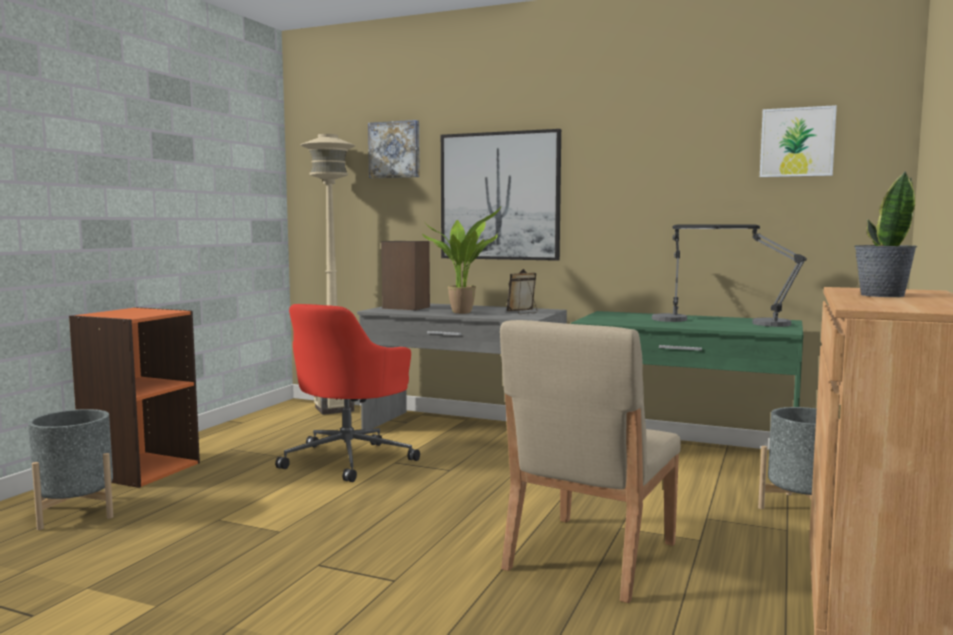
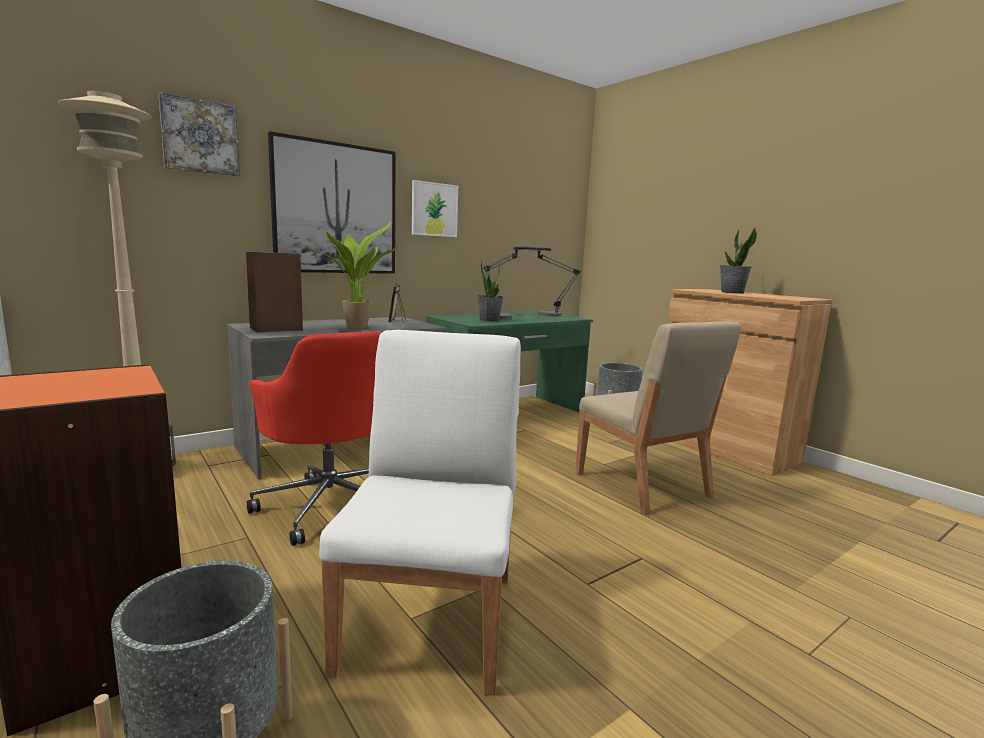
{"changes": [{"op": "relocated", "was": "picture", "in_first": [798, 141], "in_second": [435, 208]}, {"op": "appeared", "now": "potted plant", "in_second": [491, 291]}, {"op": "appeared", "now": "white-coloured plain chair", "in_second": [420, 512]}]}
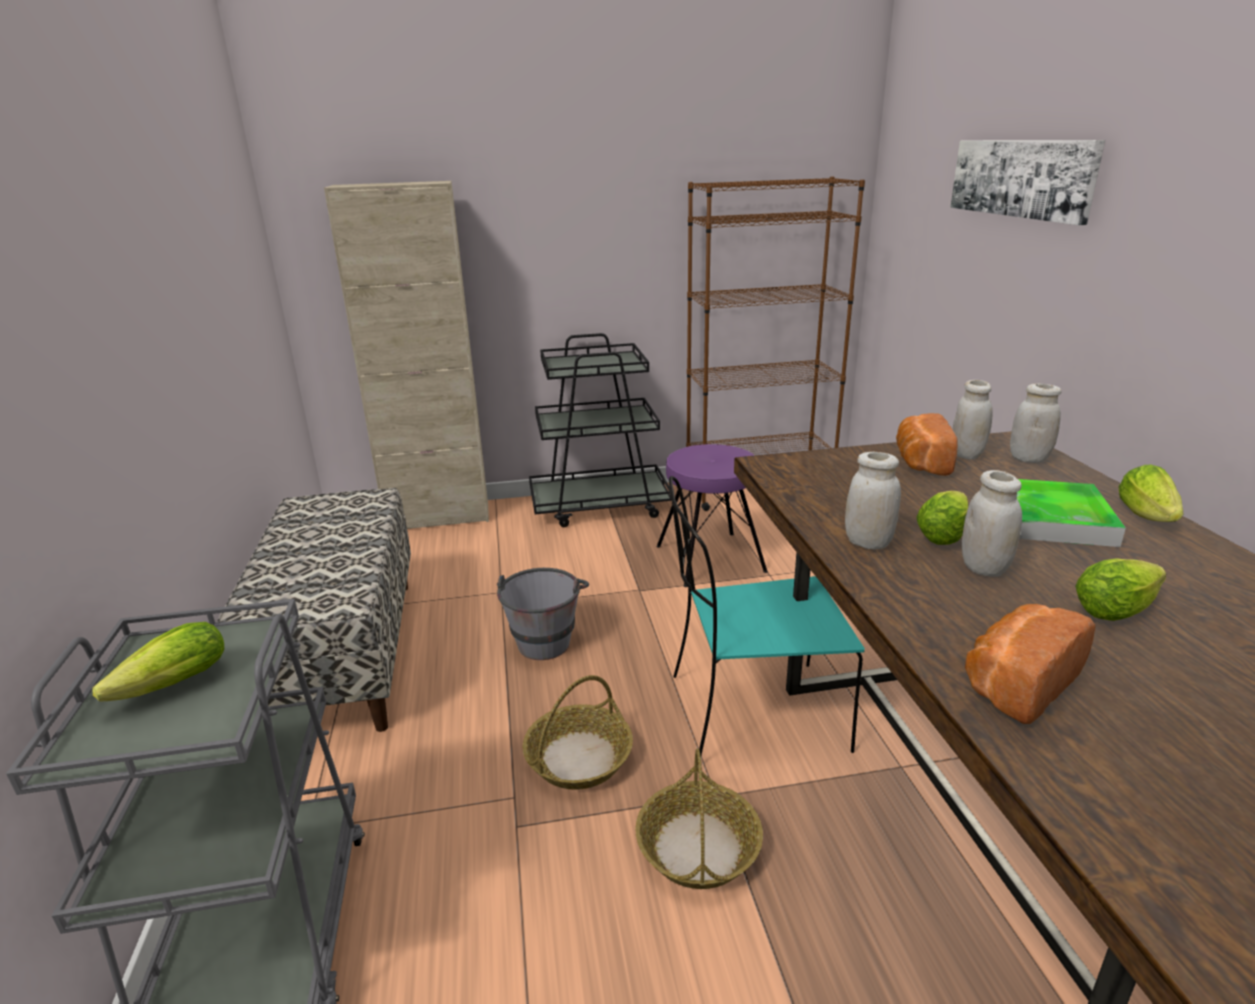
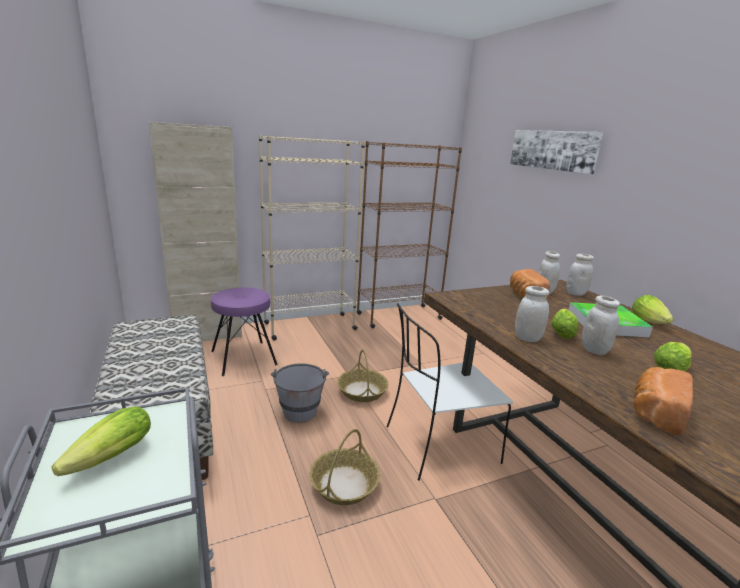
{"changes": [{"op": "exchanged", "was": "black-coloured trolley", "now": "beige bookshelf", "in_first": [600, 430], "in_second": [312, 237]}, {"op": "relocated", "was": "purplish stool", "in_first": [712, 515], "in_second": [244, 331]}, {"op": "colour", "was": "blue-green plain chair", "now": "white-coloured plain chair", "in_first": [767, 616], "in_second": [450, 392]}, {"op": "relocated", "was": "storage basket", "in_first": [699, 819], "in_second": [363, 376]}]}
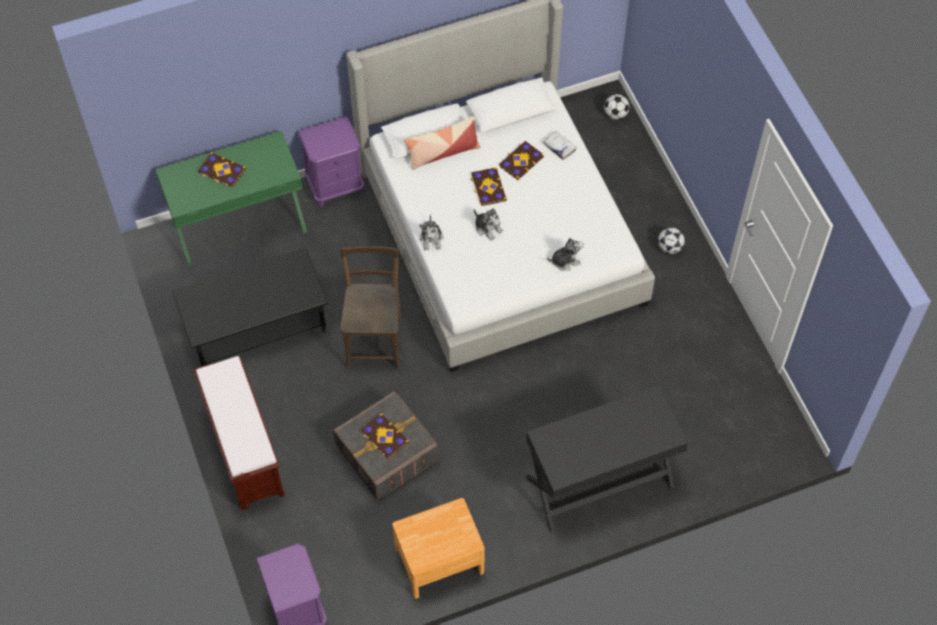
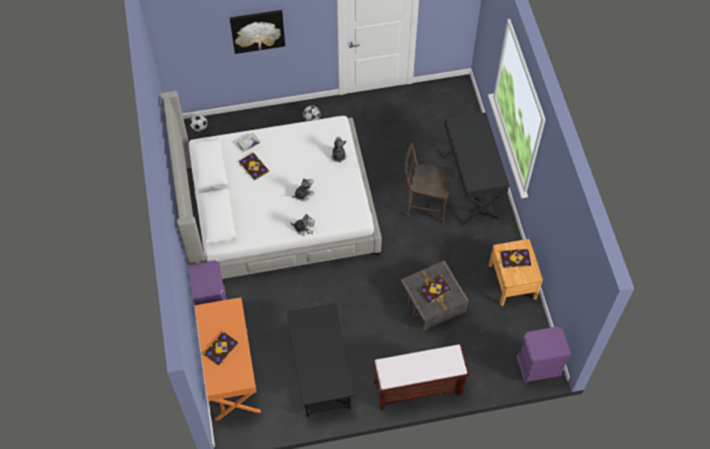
{"changes": [{"op": "missing", "was": "pillow", "in_first": [442, 143]}, {"op": "colour", "was": "green-coloured desk", "now": "orange-coloured desk", "in_first": [231, 200], "in_second": [228, 359]}, {"op": "relocated", "was": "book", "in_first": [489, 186], "in_second": [516, 258]}, {"op": "relocated", "was": "brownish plain chair", "in_first": [370, 307], "in_second": [428, 183]}, {"op": "appeared", "now": "picture", "in_second": [257, 32]}]}
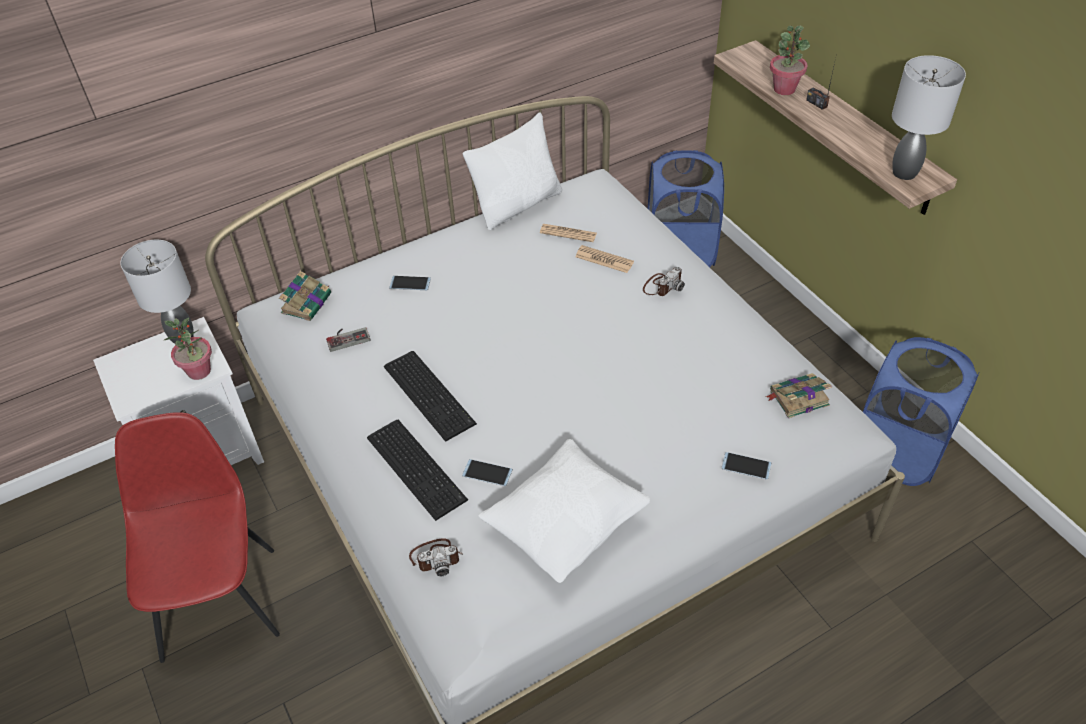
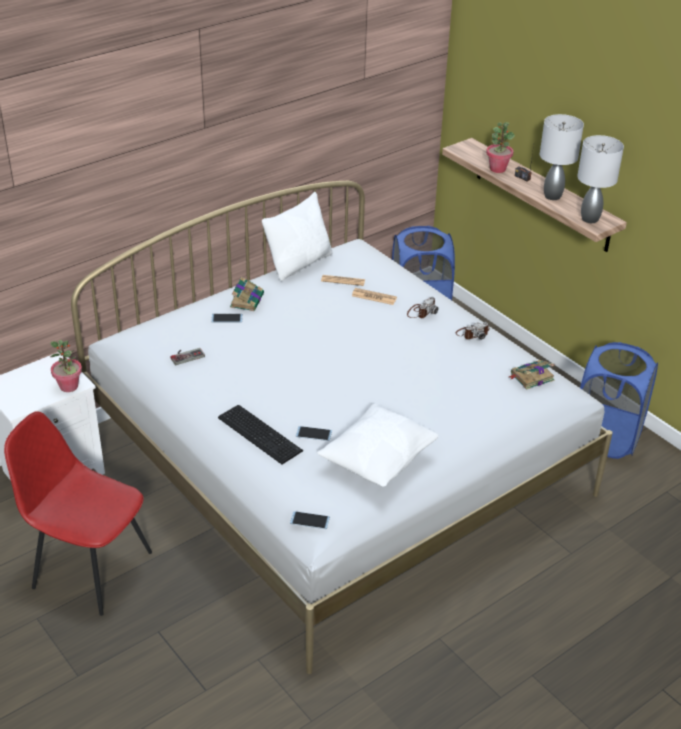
{"changes": [{"op": "relocated", "was": "grey lamp for a table", "in_first": [157, 292], "in_second": [562, 157]}, {"op": "relocated", "was": "book", "in_first": [305, 296], "in_second": [247, 294]}, {"op": "missing", "was": "PC keyboard", "in_first": [430, 396]}, {"op": "spun", "was": "red-coloured plain chair", "in_first": [197, 537], "in_second": [78, 513], "clockwise": -45}, {"op": "relocated", "was": "phone", "in_first": [747, 466], "in_second": [310, 520]}, {"op": "relocated", "was": "photo camera", "in_first": [435, 557], "in_second": [473, 331]}]}
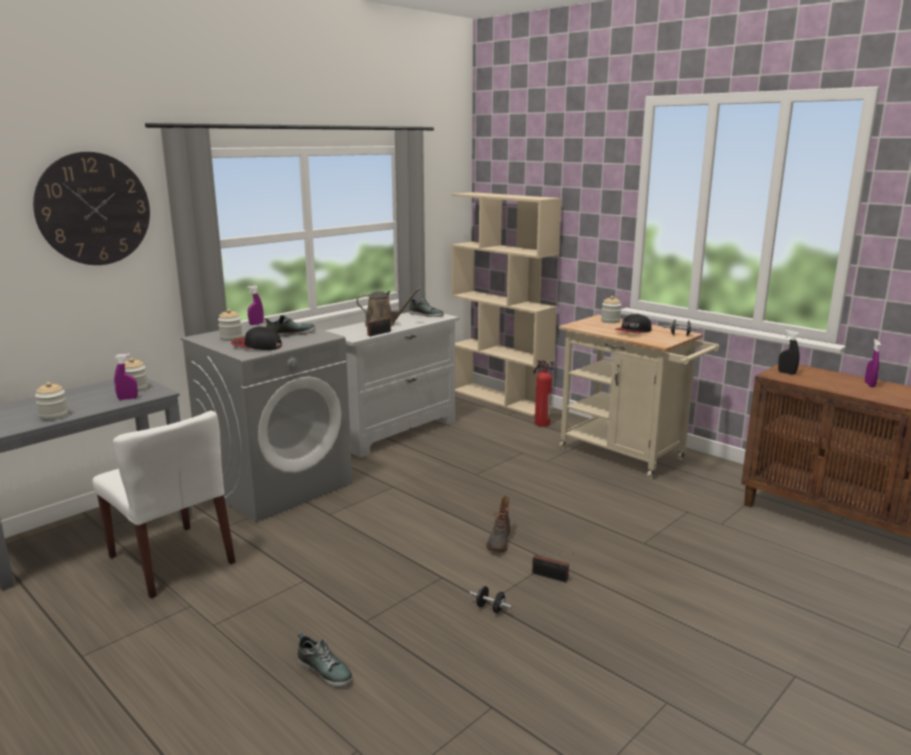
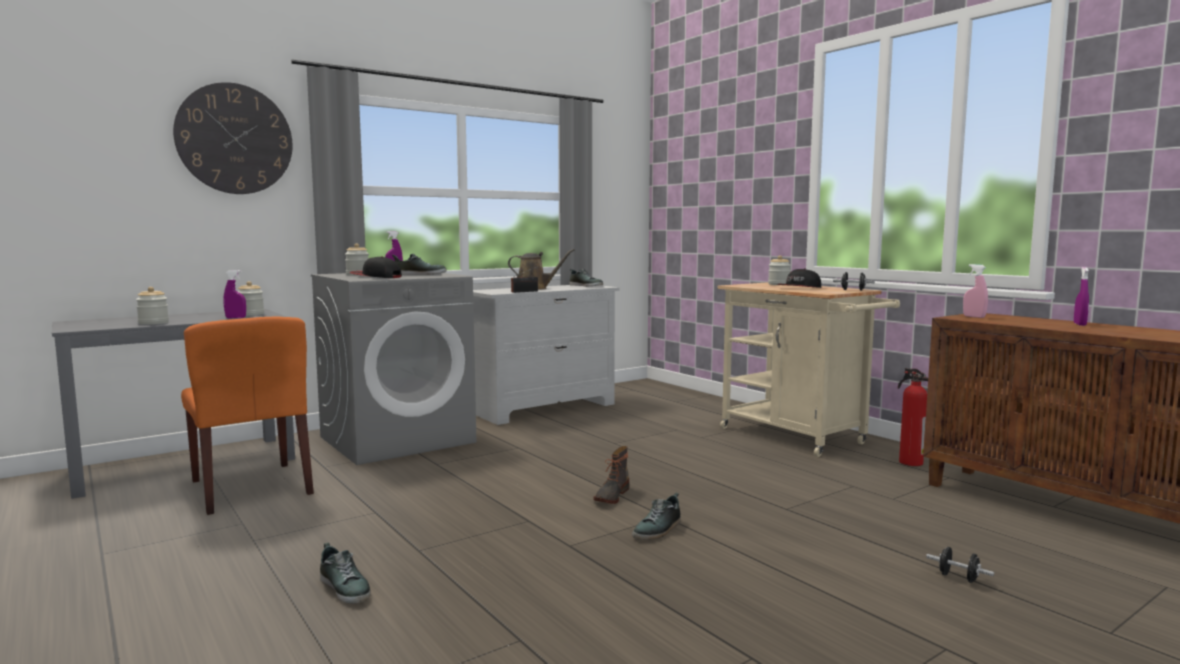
{"changes": [{"op": "missing", "was": "beige bookshelf", "in_first": [506, 304]}, {"op": "colour", "was": "black-coloured spray bottle", "now": "pink spray bottle", "in_first": [789, 352], "in_second": [975, 291]}, {"op": "relocated", "was": "fire-fighting cylinder", "in_first": [543, 393], "in_second": [913, 417]}, {"op": "colour", "was": "white-coloured plain chair", "now": "orange-coloured plain chair", "in_first": [164, 504], "in_second": [247, 416]}, {"op": "exchanged", "was": "radio receiver", "now": "item of footwear", "in_first": [552, 567], "in_second": [656, 516]}, {"op": "relocated", "was": "black-coloured hand weight", "in_first": [490, 599], "in_second": [960, 565]}]}
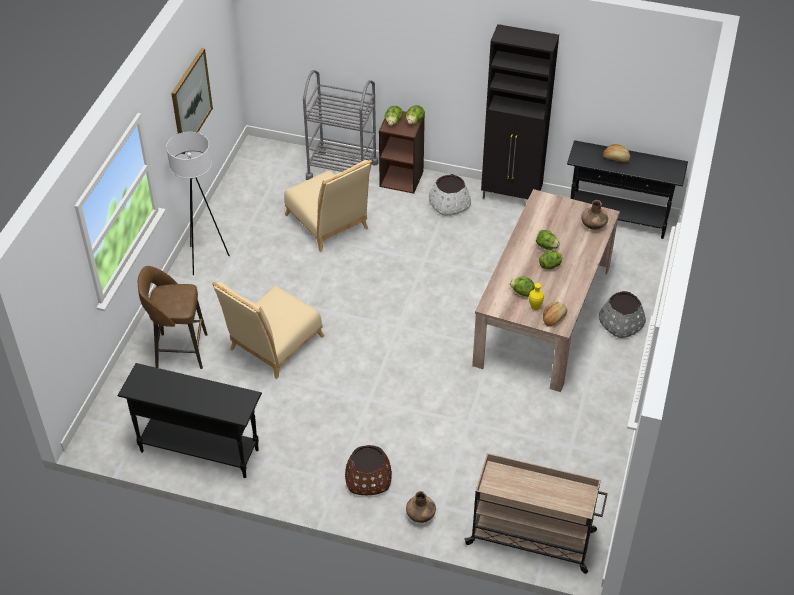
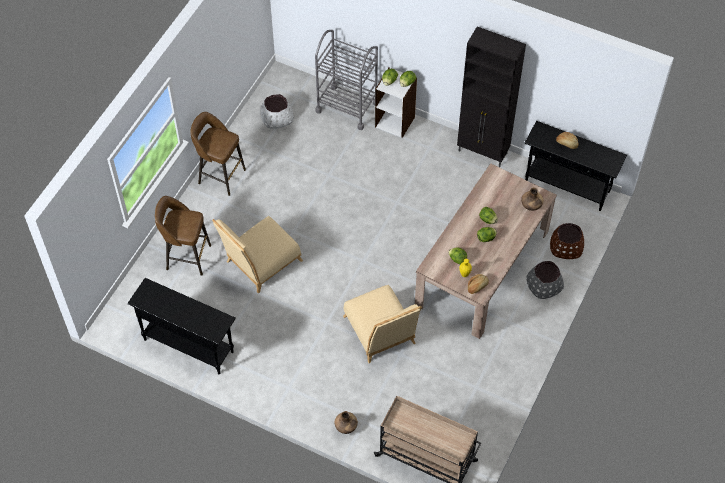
{"changes": [{"op": "missing", "was": "picture", "in_first": [192, 101]}, {"op": "colour", "was": "brownish bookshelf", "now": "white-coloured bookshelf", "in_first": [402, 152], "in_second": [396, 102]}, {"op": "exchanged", "was": "white-coloured standard lamp", "now": "brownish stool", "in_first": [198, 203], "in_second": [218, 154]}, {"op": "relocated", "was": "beige plain chair", "in_first": [328, 206], "in_second": [382, 324]}, {"op": "relocated", "was": "white-coloured flower pot", "in_first": [450, 195], "in_second": [277, 111]}, {"op": "relocated", "was": "brownish flower pot", "in_first": [368, 470], "in_second": [567, 241]}]}
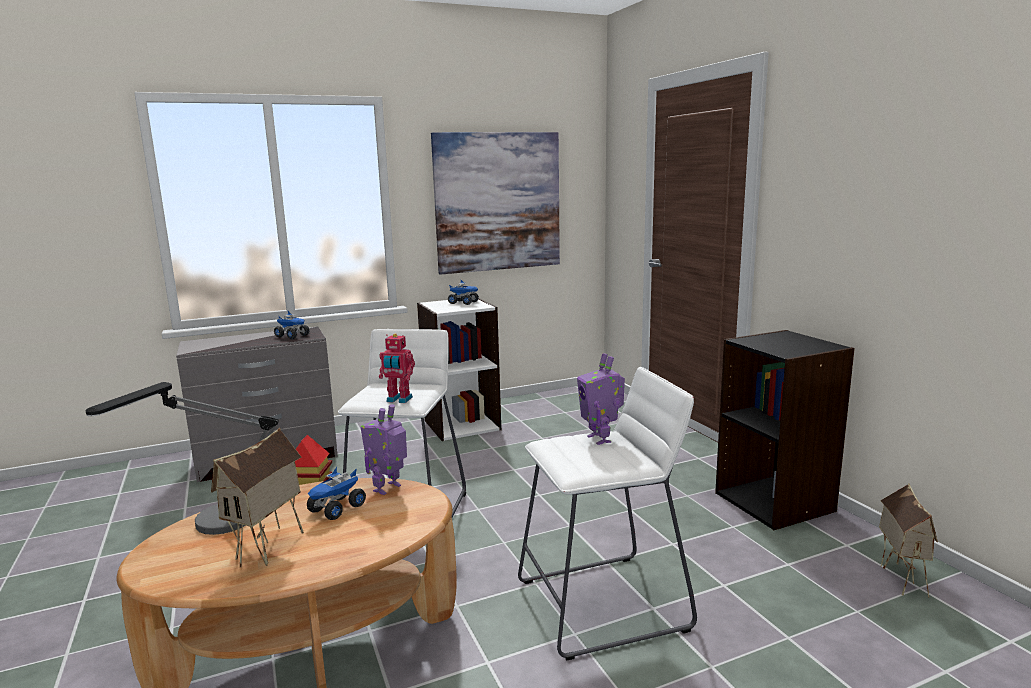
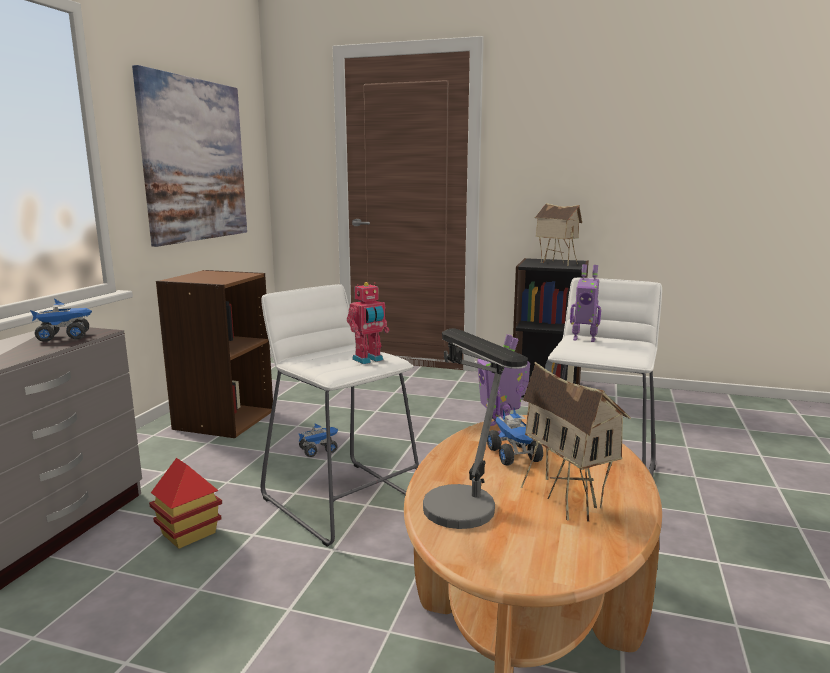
{"changes": [{"op": "relocated", "was": "toy lorry", "in_first": [463, 292], "in_second": [318, 440]}, {"op": "colour", "was": "white-coloured bookshelf", "now": "brownish bookshelf", "in_first": [459, 369], "in_second": [214, 354]}, {"op": "relocated", "was": "miniature house", "in_first": [908, 540], "in_second": [558, 234]}]}
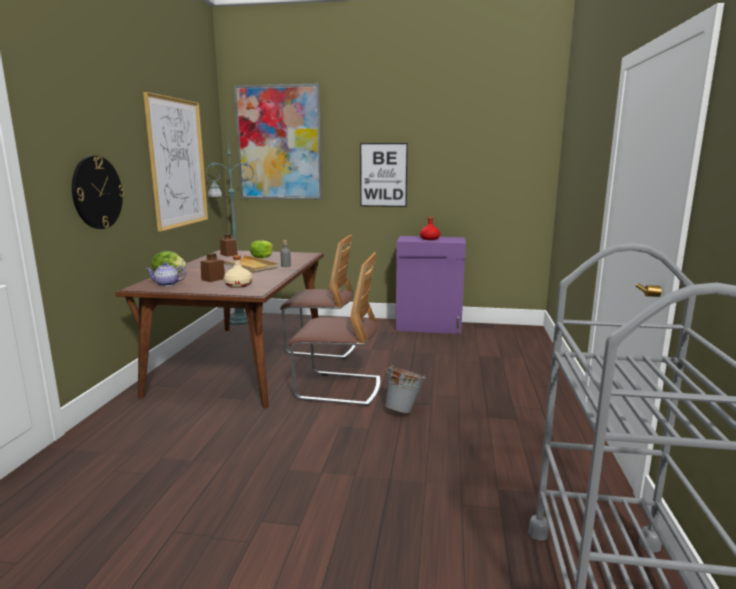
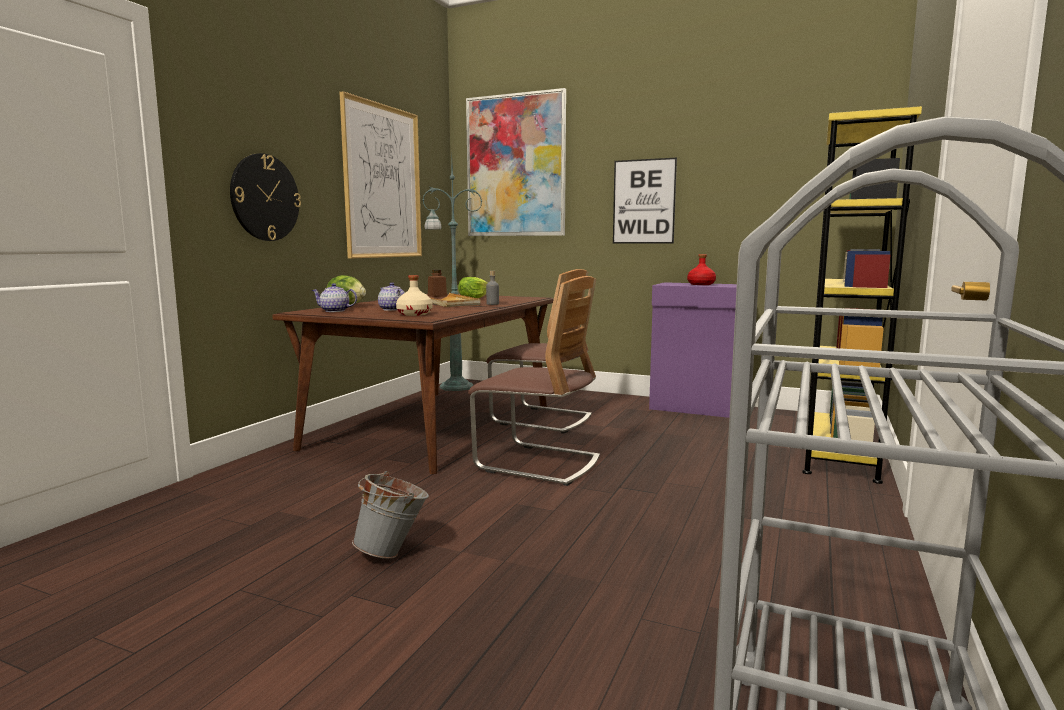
{"changes": [{"op": "exchanged", "was": "brownish storage jar", "now": "teapot", "in_first": [213, 267], "in_second": [391, 296]}, {"op": "relocated", "was": "grey pail", "in_first": [405, 389], "in_second": [390, 515]}, {"op": "appeared", "now": "yellow-coloured bookshelf", "in_second": [862, 295]}]}
